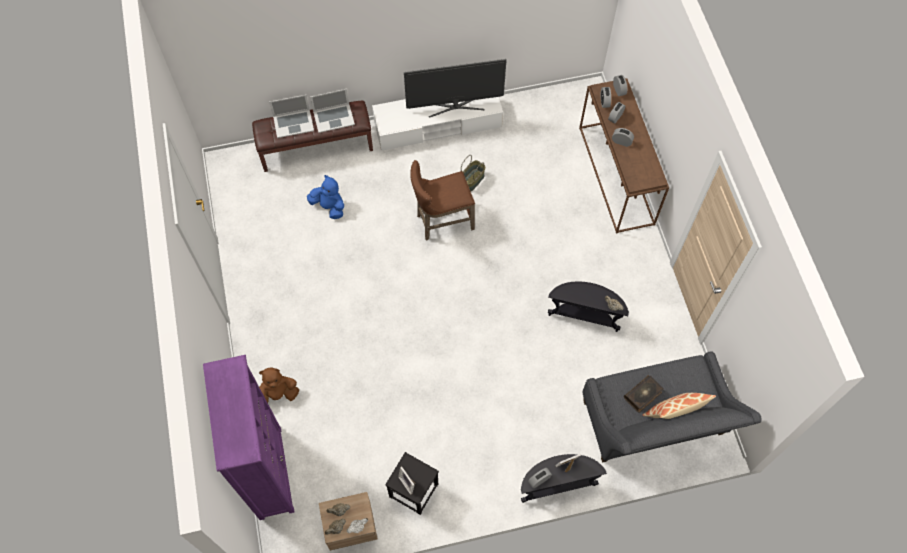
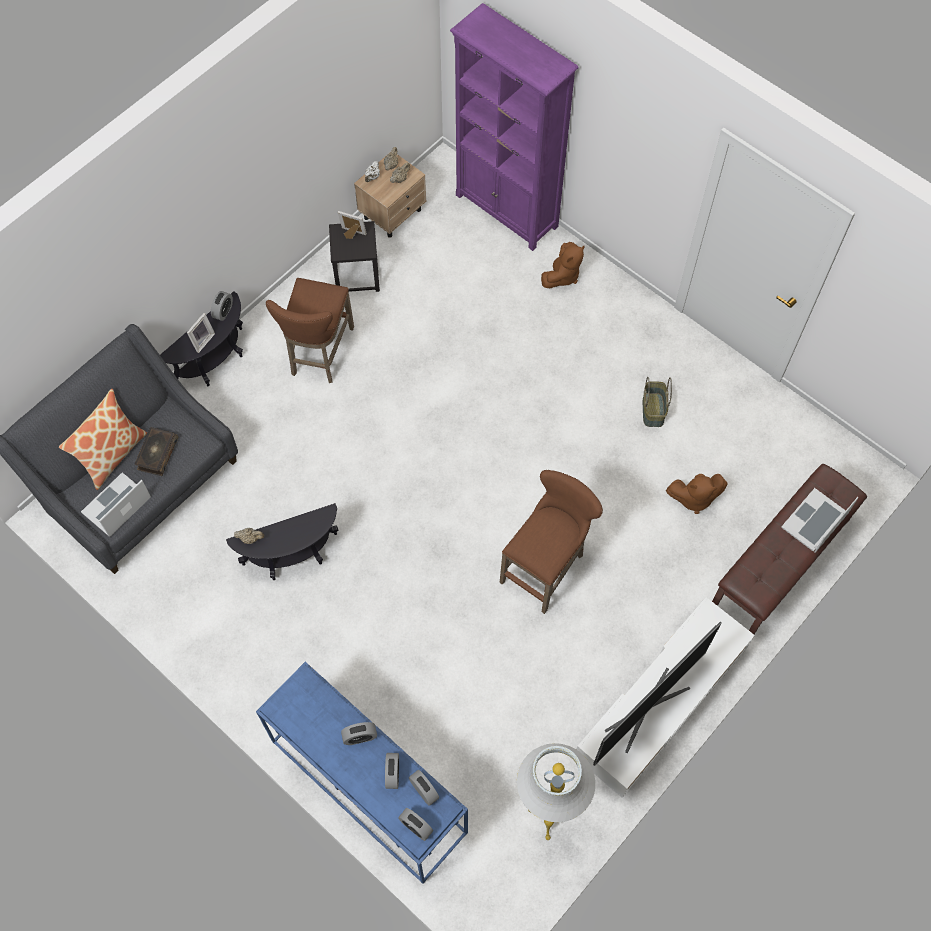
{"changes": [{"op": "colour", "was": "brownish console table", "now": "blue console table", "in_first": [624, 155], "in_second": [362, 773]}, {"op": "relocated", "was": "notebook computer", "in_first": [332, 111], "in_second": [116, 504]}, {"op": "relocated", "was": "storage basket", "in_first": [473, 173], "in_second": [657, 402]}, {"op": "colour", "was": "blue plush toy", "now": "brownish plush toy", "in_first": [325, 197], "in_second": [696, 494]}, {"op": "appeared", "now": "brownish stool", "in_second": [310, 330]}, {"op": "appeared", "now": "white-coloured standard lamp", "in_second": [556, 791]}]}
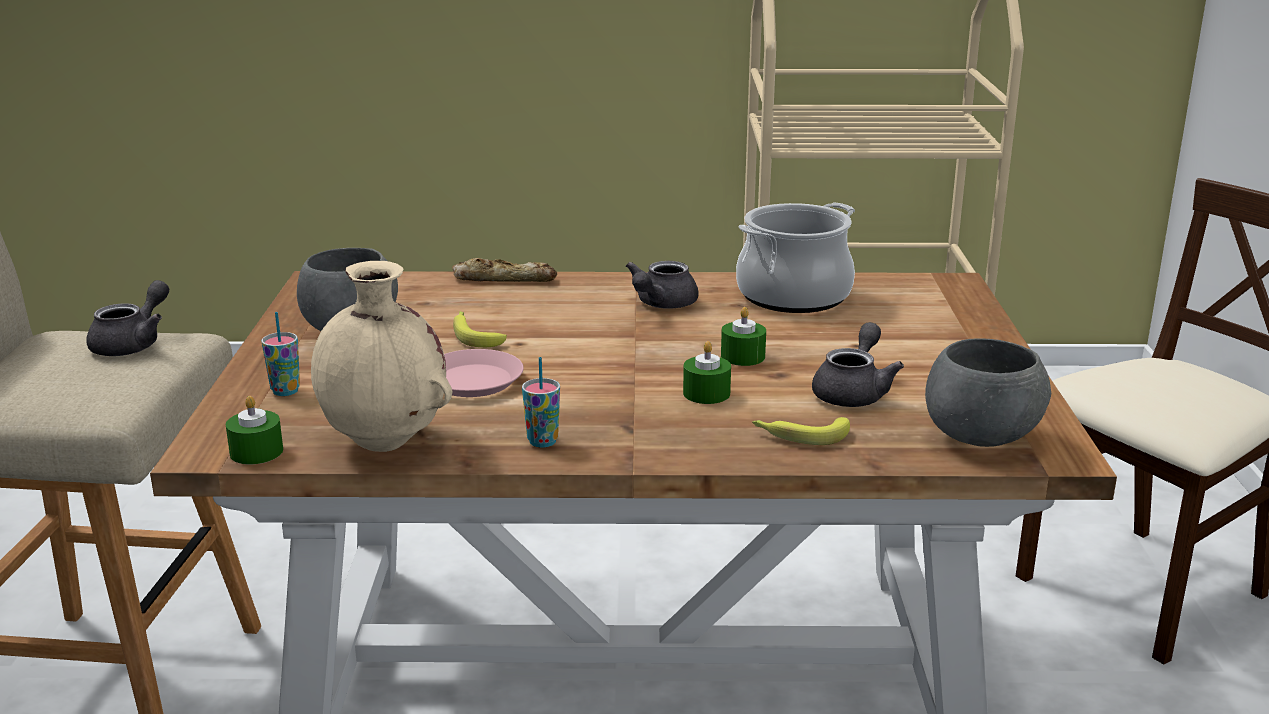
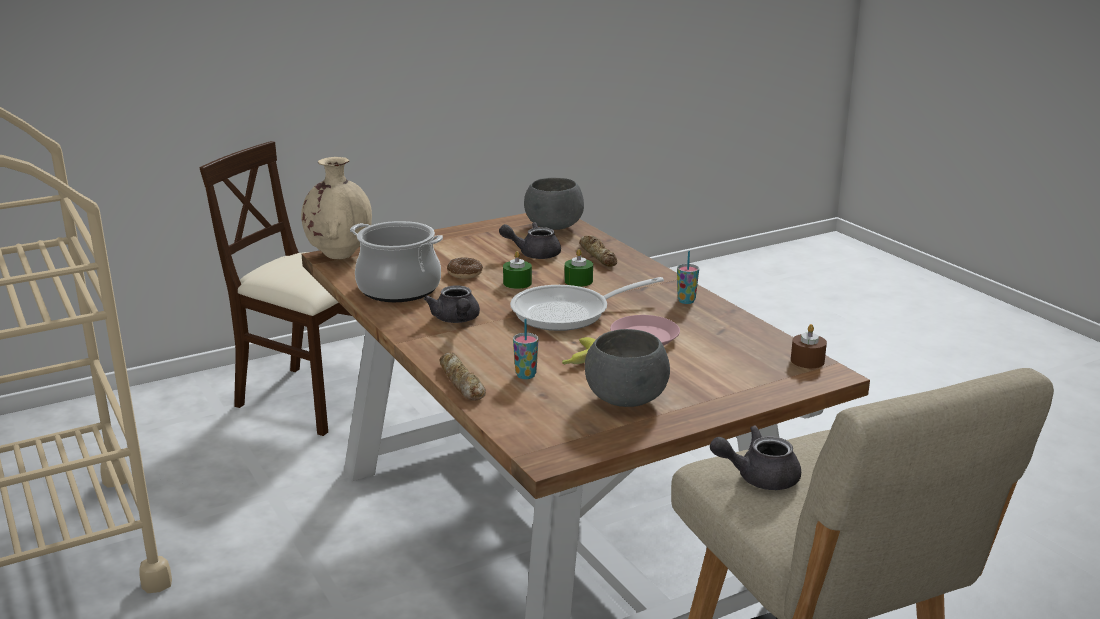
{"changes": [{"op": "relocated", "was": "beige flower vase", "in_first": [382, 356], "in_second": [336, 208]}, {"op": "spun", "was": "grey teapot", "in_first": [662, 285], "in_second": [452, 304], "clockwise": 75}, {"op": "relocated", "was": "cup", "in_first": [280, 354], "in_second": [526, 349]}, {"op": "colour", "was": "green-coloured wax light", "now": "brownish wax light", "in_first": [254, 430], "in_second": [809, 346]}, {"op": "exchanged", "was": "banana", "now": "baked bread", "in_first": [801, 431], "in_second": [598, 251]}, {"op": "appeared", "now": "donut", "in_second": [465, 268]}, {"op": "appeared", "now": "skillet", "in_second": [587, 304]}]}
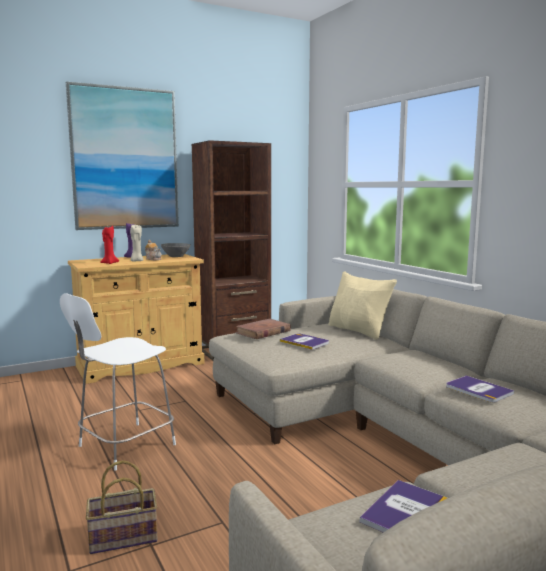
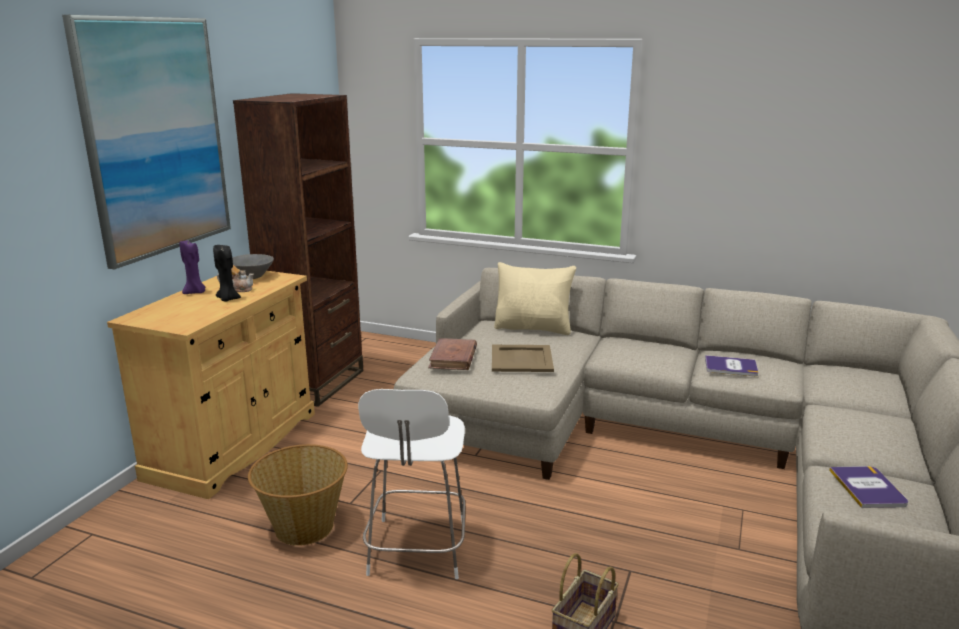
{"changes": [{"op": "missing", "was": "red-coloured wax light", "in_first": [109, 244]}, {"op": "colour", "was": "beige wax light", "now": "black-coloured wax light", "in_first": [137, 243], "in_second": [227, 273]}, {"op": "exchanged", "was": "book", "now": "beige serving tray", "in_first": [304, 341], "in_second": [523, 358]}, {"op": "appeared", "now": "storage basket", "in_second": [298, 495]}]}
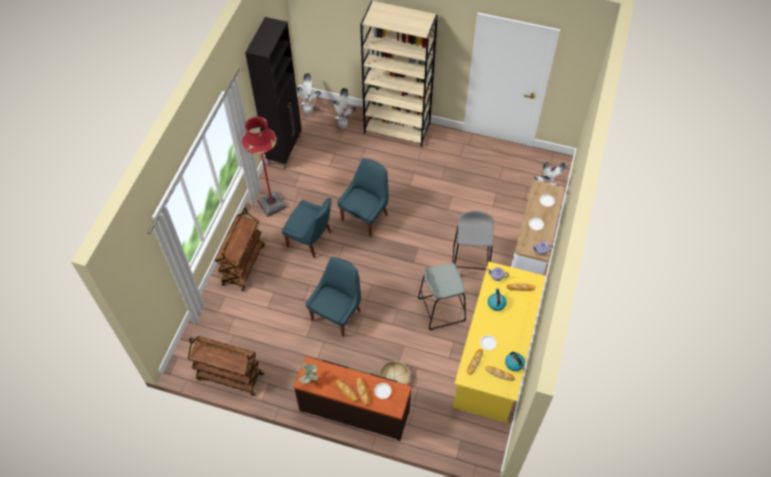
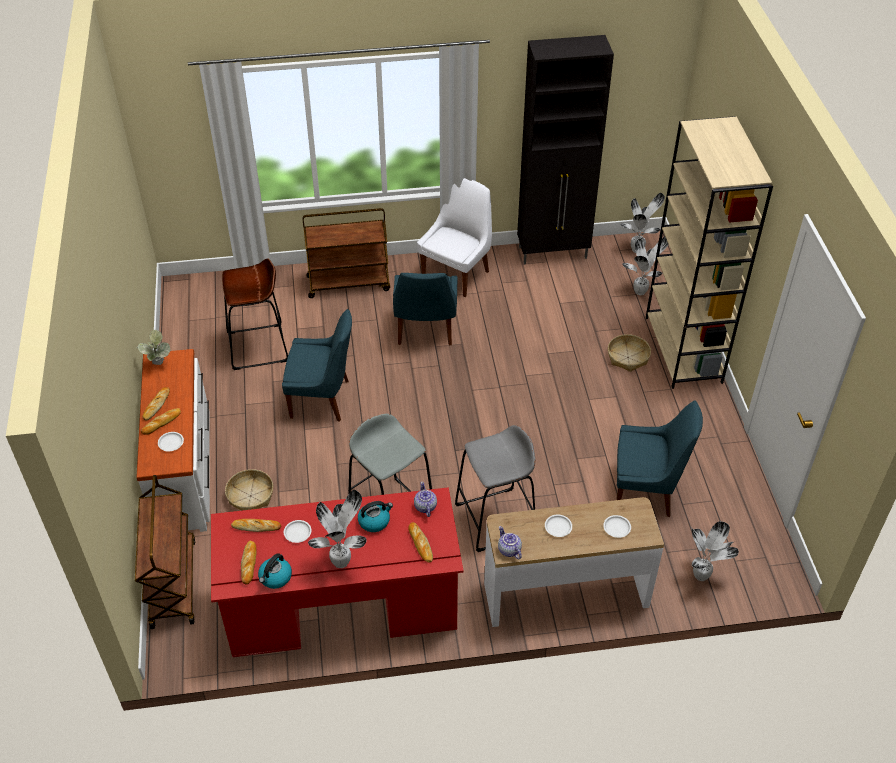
{"changes": [{"op": "exchanged", "was": "red-coloured standard lamp", "now": "white-coloured plain chair", "in_first": [264, 166], "in_second": [454, 237]}, {"op": "relocated", "was": "blue plain chair", "in_first": [363, 197], "in_second": [660, 458]}, {"op": "colour", "was": "yellow-coloured desk", "now": "red-coloured desk", "in_first": [499, 342], "in_second": [337, 572]}, {"op": "relocated", "was": "brownish trolley", "in_first": [226, 366], "in_second": [165, 552]}, {"op": "colour", "was": "brownish drawer chest", "now": "white-coloured drawer chest", "in_first": [353, 399], "in_second": [173, 440]}, {"op": "appeared", "now": "brownish stool", "in_second": [255, 314]}, {"op": "appeared", "now": "storage basket", "in_second": [629, 353]}, {"op": "appeared", "now": "potted plant", "in_second": [337, 529]}]}
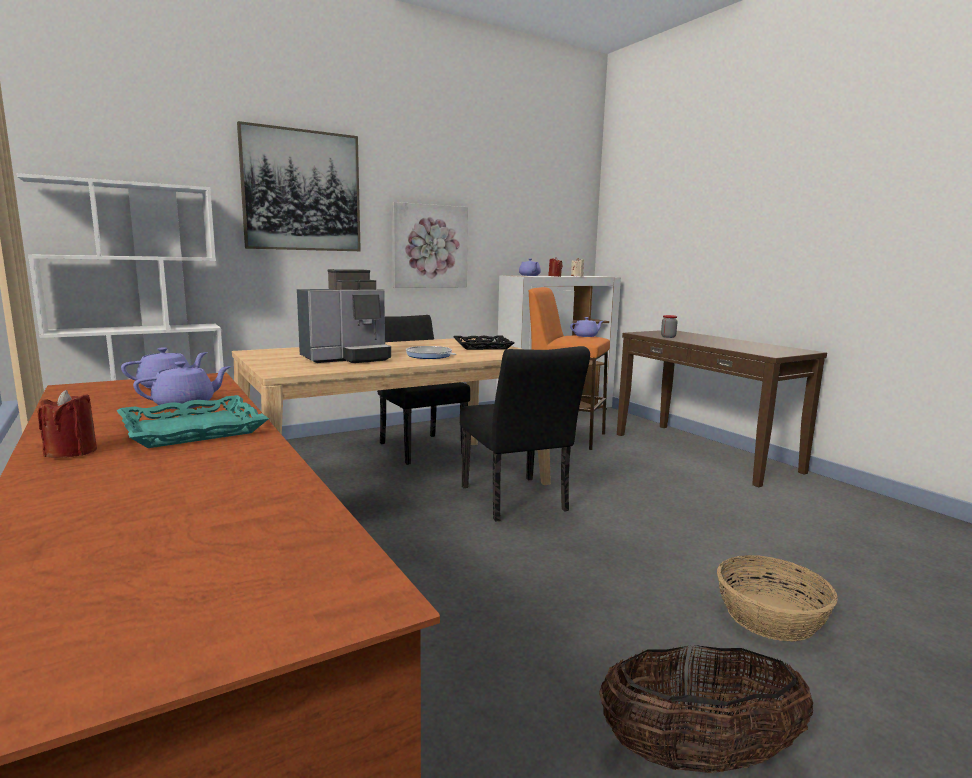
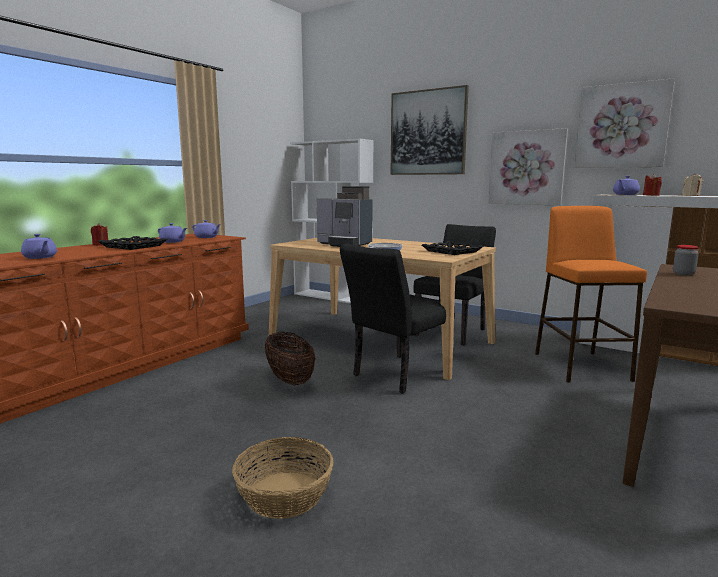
{"changes": [{"op": "relocated", "was": "purplish teapot", "in_first": [586, 327], "in_second": [39, 246]}, {"op": "colour", "was": "blue-green serving tray", "now": "black-coloured serving tray", "in_first": [193, 421], "in_second": [132, 243]}, {"op": "relocated", "was": "storage basket", "in_first": [706, 709], "in_second": [290, 358]}, {"op": "appeared", "now": "picture", "in_second": [625, 123]}]}
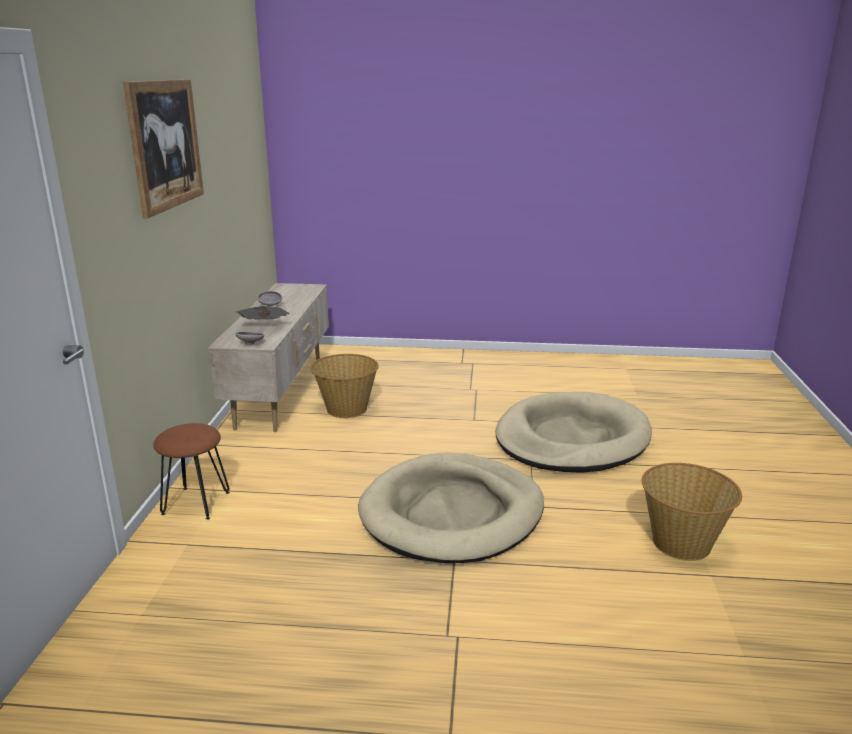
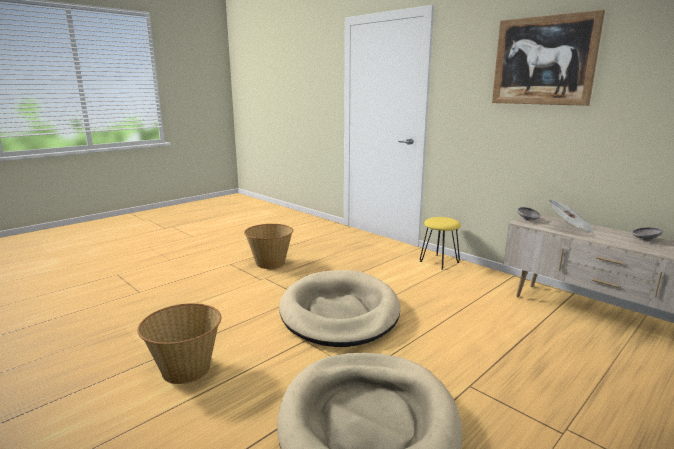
{"changes": [{"op": "relocated", "was": "storage basket", "in_first": [344, 386], "in_second": [268, 246]}, {"op": "colour", "was": "brownish stool", "now": "yellow-coloured stool", "in_first": [191, 471], "in_second": [440, 243]}]}
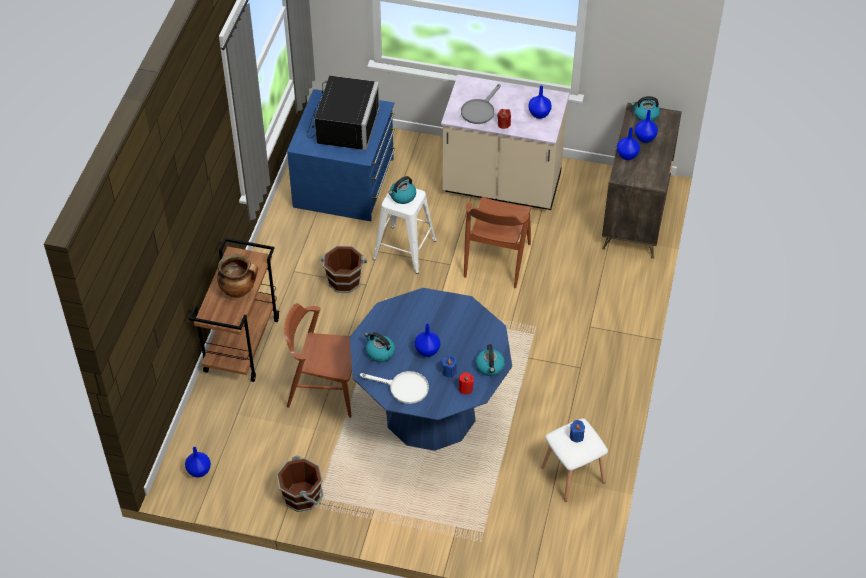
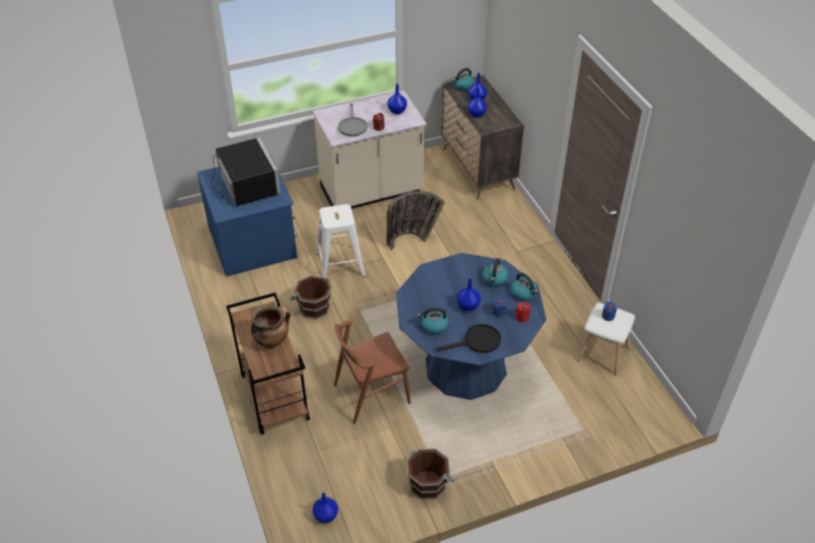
{"changes": [{"op": "relocated", "was": "kettle", "in_first": [402, 190], "in_second": [495, 272]}, {"op": "exchanged", "was": "brownish plain chair", "now": "storage basket", "in_first": [497, 242], "in_second": [416, 220]}, {"op": "colour", "was": "white-coloured skillet", "now": "black-coloured skillet", "in_first": [394, 387], "in_second": [468, 338]}]}
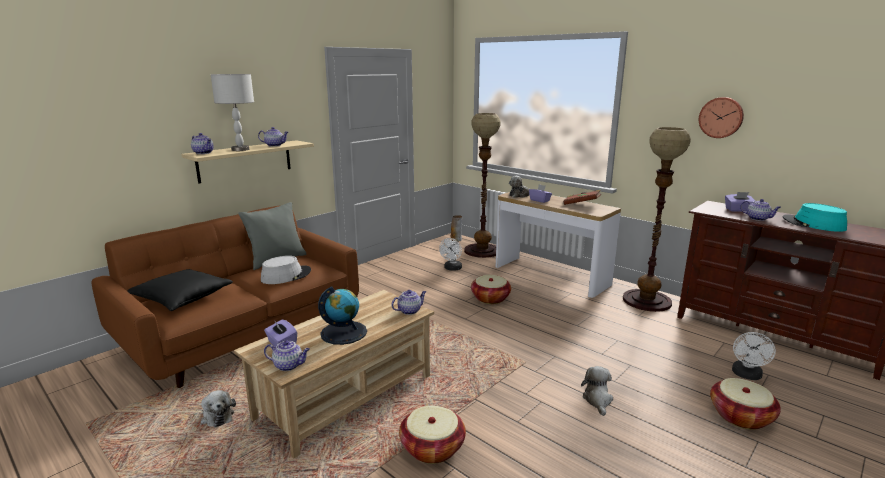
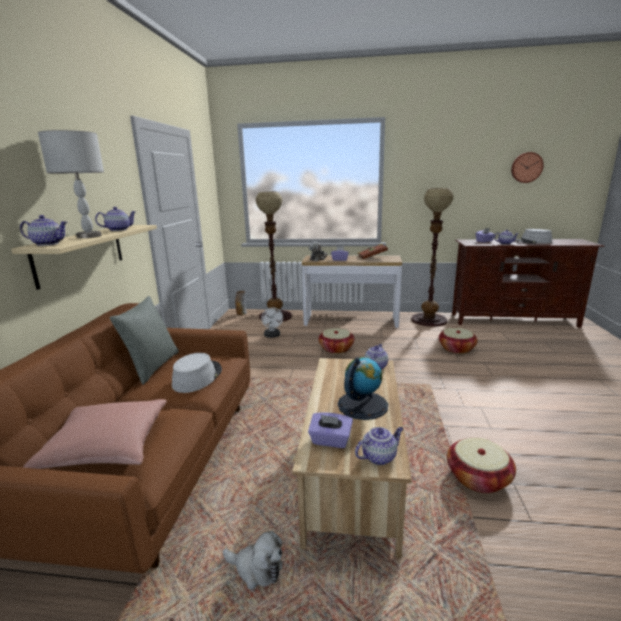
{"changes": [{"op": "relocated", "was": "clock on the wall", "in_first": [721, 117], "in_second": [527, 167]}, {"op": "colour", "was": "blue-green hat", "now": "grey hat", "in_first": [815, 217], "in_second": [534, 236]}, {"op": "colour", "was": "black-coloured pillow", "now": "pink pillow", "in_first": [180, 290], "in_second": [94, 434]}, {"op": "missing", "was": "white-coloured electric fan", "in_first": [754, 356]}, {"op": "missing", "was": "plush toy", "in_first": [597, 391]}, {"op": "relocated", "was": "storage basket", "in_first": [745, 404], "in_second": [458, 341]}]}
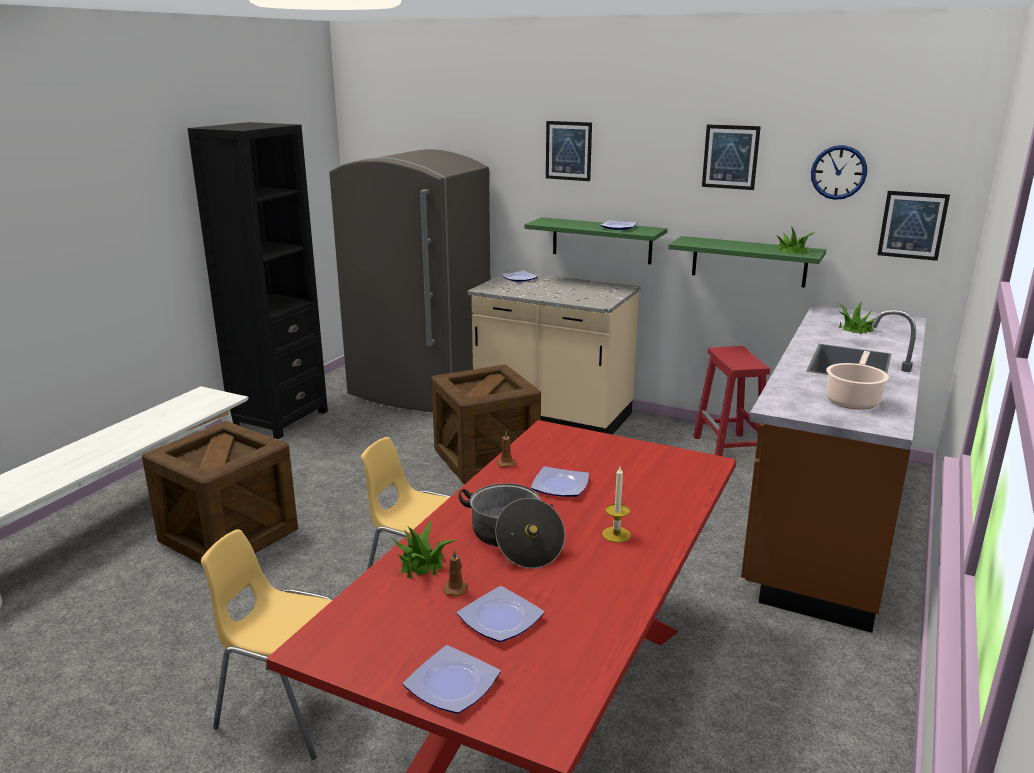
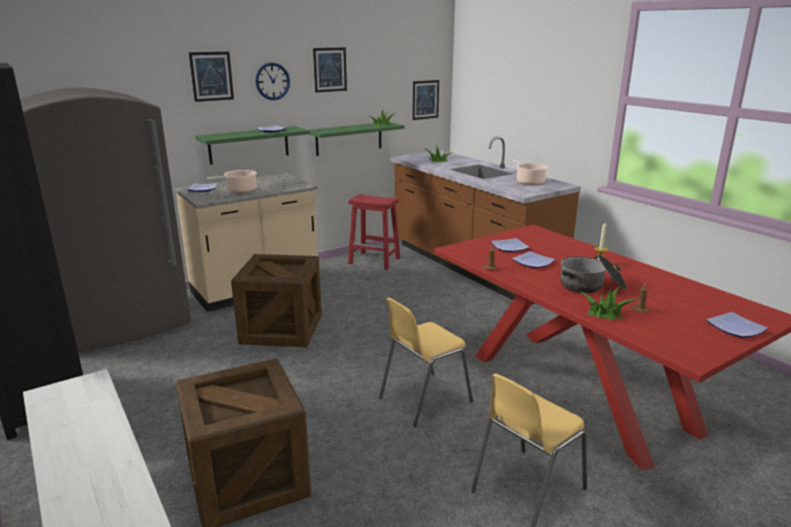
{"changes": [{"op": "relocated", "was": "clock on the wall", "in_first": [839, 172], "in_second": [272, 81]}, {"op": "relocated", "was": "flat dish", "in_first": [500, 614], "in_second": [510, 245]}, {"op": "appeared", "now": "stockpot", "in_second": [231, 181]}]}
